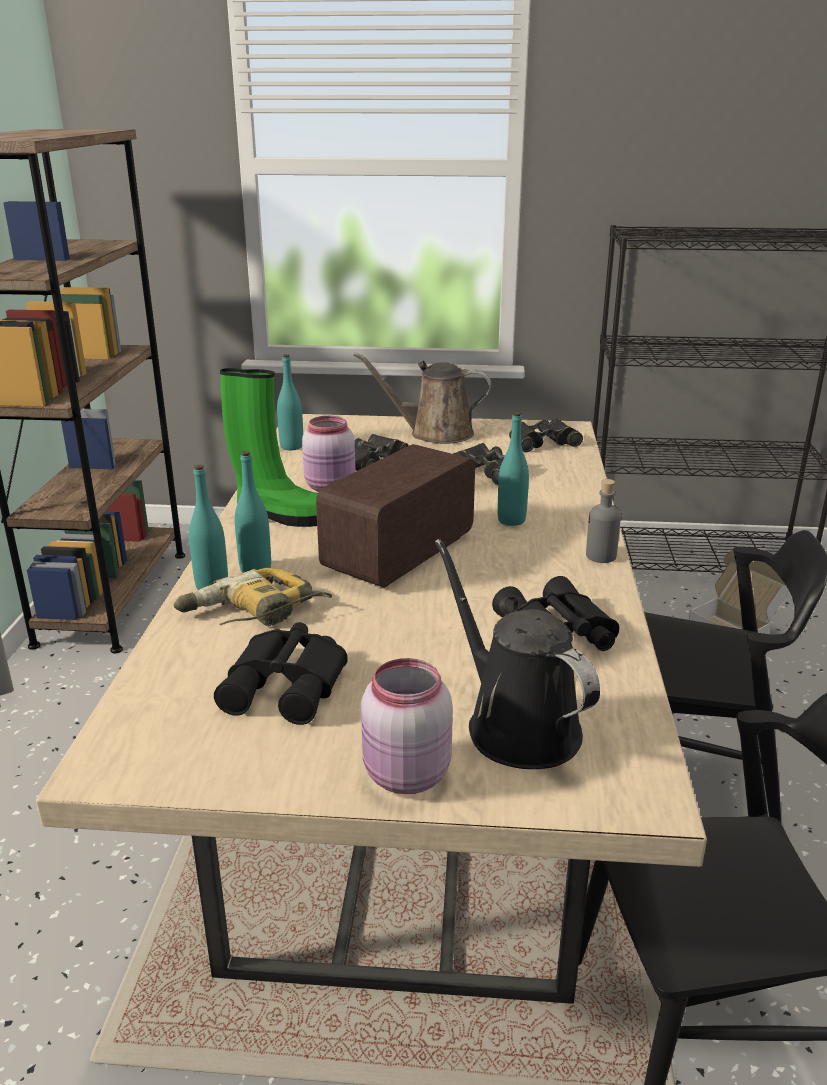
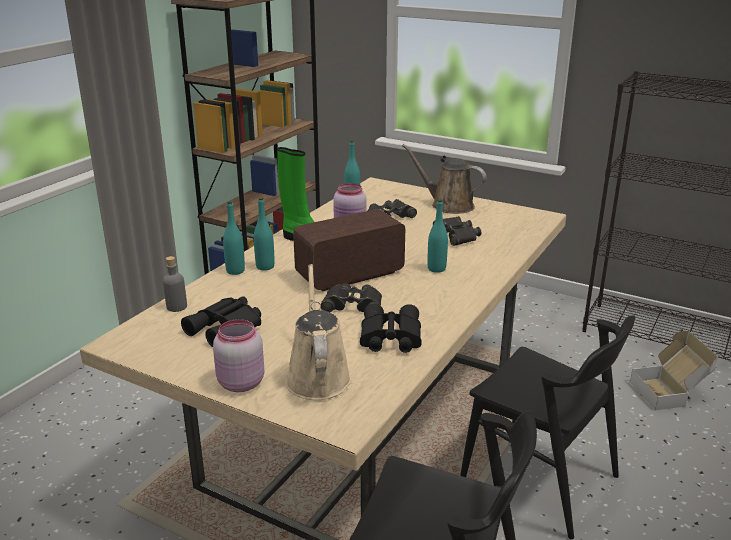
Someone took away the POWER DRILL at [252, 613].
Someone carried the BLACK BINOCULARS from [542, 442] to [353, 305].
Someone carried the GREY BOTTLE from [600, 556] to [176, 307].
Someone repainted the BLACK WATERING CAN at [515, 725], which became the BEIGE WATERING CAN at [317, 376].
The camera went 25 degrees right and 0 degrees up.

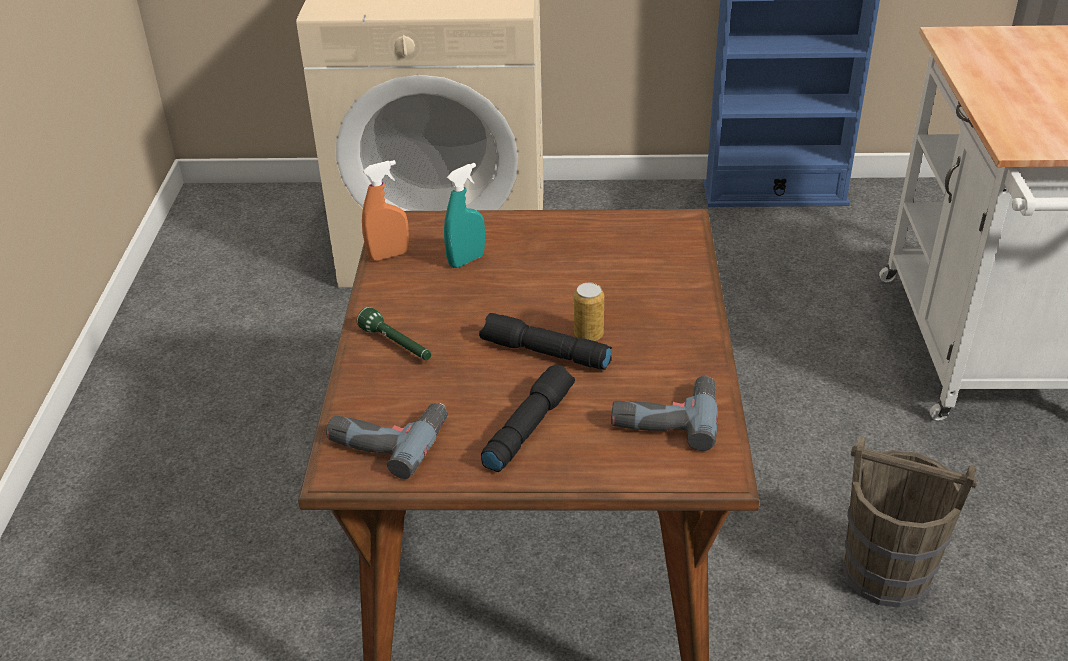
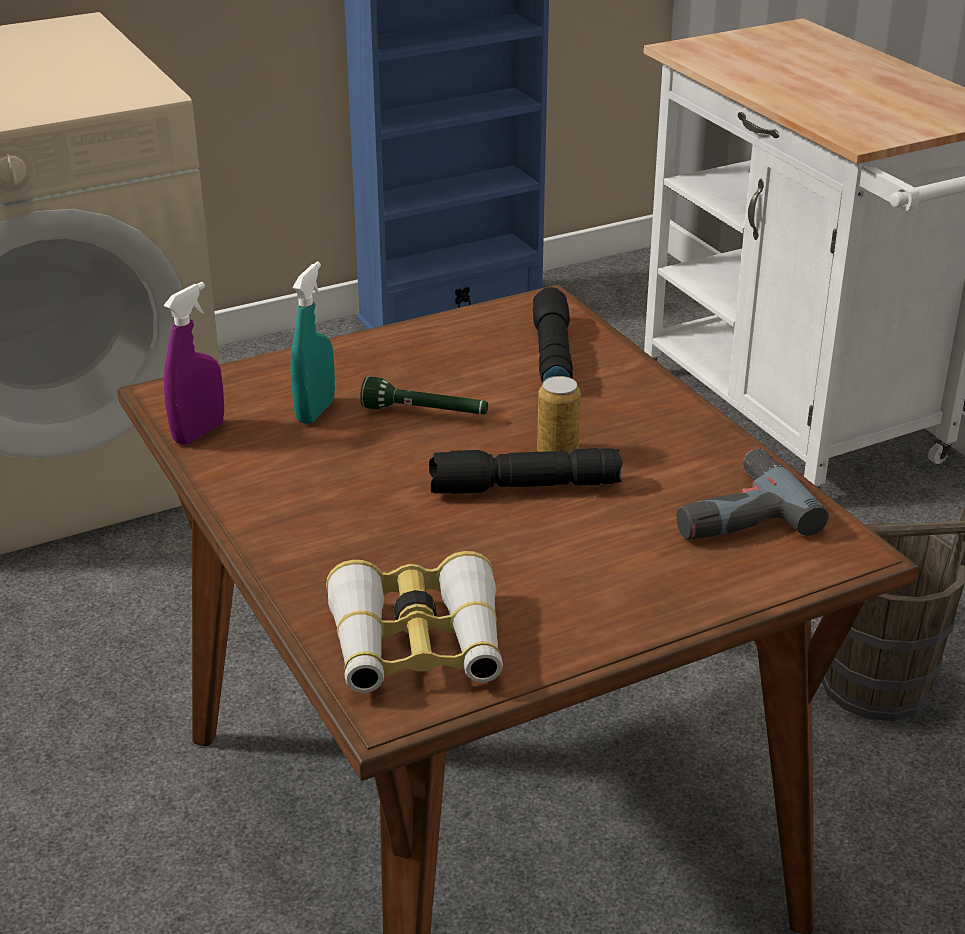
Someone carried the GREEN FLASHLIGHT from [397, 345] to [425, 413].
Someone carried the BLACK FLASHLIGHT from [527, 427] to [551, 353].
Someone swapped the POWER DRILL at [388, 438] for the BINOCULARS at [417, 646].
Someone repainted the ORANGE SPRAY BOTTLE at [388, 255], which became the PURPLE SPRAY BOTTLE at [199, 433].
The camera went 30 degrees left and 5 degrees down.

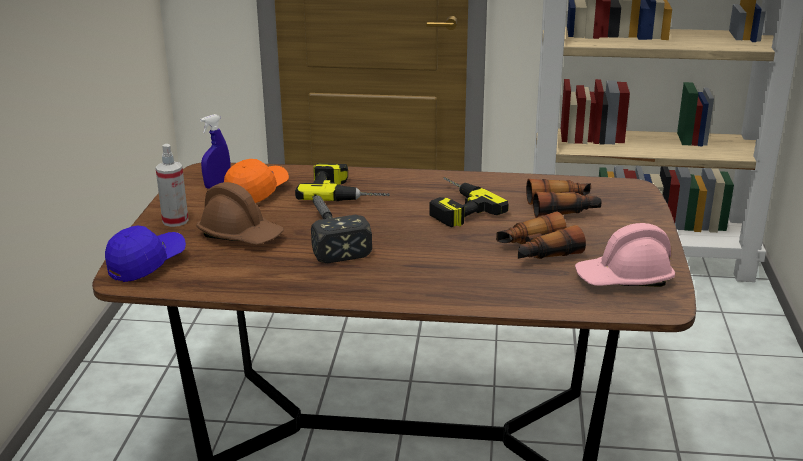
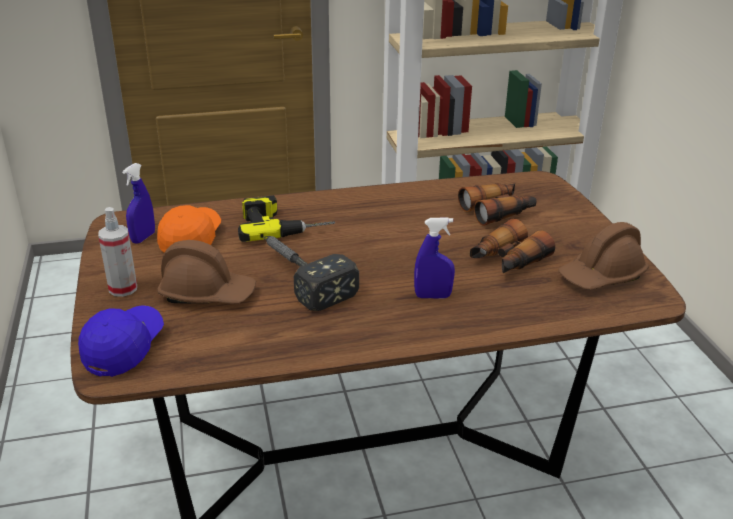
Someone took away the POWER DRILL at [454, 206].
Someone put down the BLUE SPRAY BOTTLE at [432, 296].
Someone repainted the PINK HARD HAT at [624, 279], which became the BROWN HARD HAT at [602, 276].
The camera went 20 degrees left and 5 degrees up.

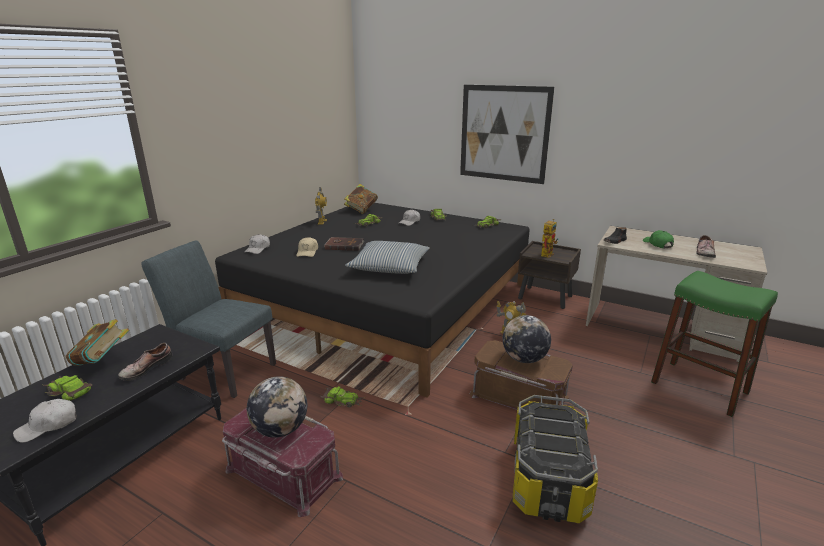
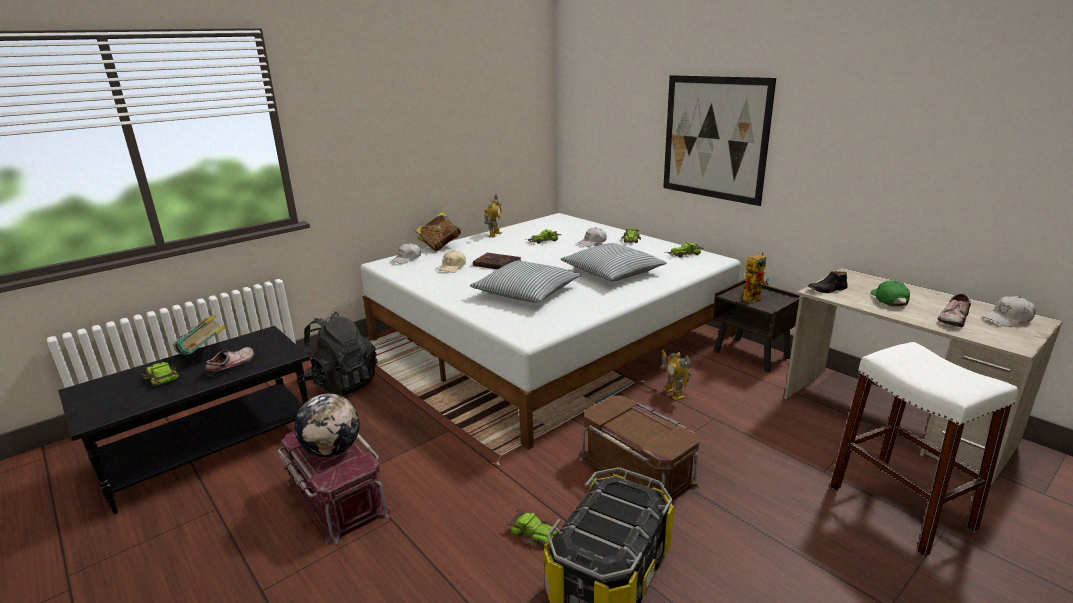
Someone took away the GLOBE at [524, 359].
Someone put down the PILLOW at [612, 272].
Someone carried the WHITE CAP from [48, 426] to [1008, 319].
Someone carried the TOY CAR from [343, 400] to [536, 534].
Someone carried the BOOK from [361, 210] to [440, 246].
Someone swapped the GREY CHAIR at [223, 370] for the BLACK BACKPACK at [342, 383].
Someone repainted the BLACK BED at [387, 304], which became the WHITE BED at [549, 337].
Someone repainted the GREEN STOOL at [699, 387], which became the WHITE STOOL at [900, 507].
Someone rotated the SHOE at [145, 368] by 150 degrees clockwise.
The camera went 20 degrees right and 0 degrees up.

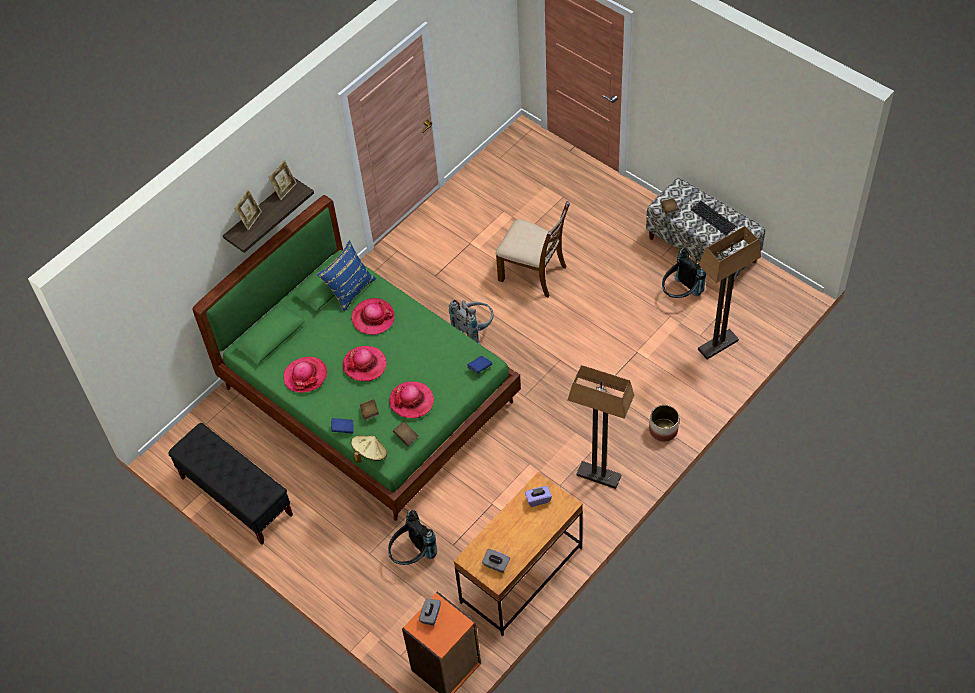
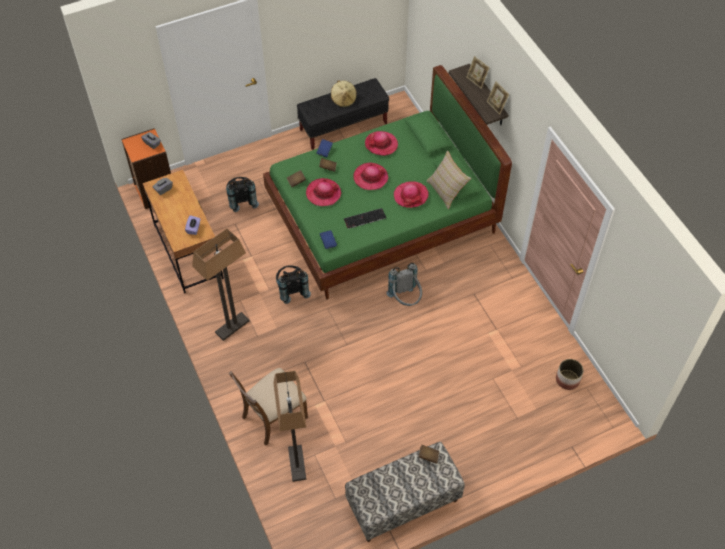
Someone carried the BEIGE HAT from [370, 454] to [343, 99].
Someone carried the BROWN CHAIR from [533, 273] to [273, 417].
Someone carried the PLANTER from [663, 430] to [567, 380].
Someone carried the BLACK BACKPACK from [680, 294] to [292, 290].
Someone carried the KEYBOARD from [714, 218] to [364, 219].
Someone repainted the BLUE PILLOW at [349, 289], which became the BEIGE PILLOW at [446, 191].
The camera went 110 degrees right and 0 degrees up.

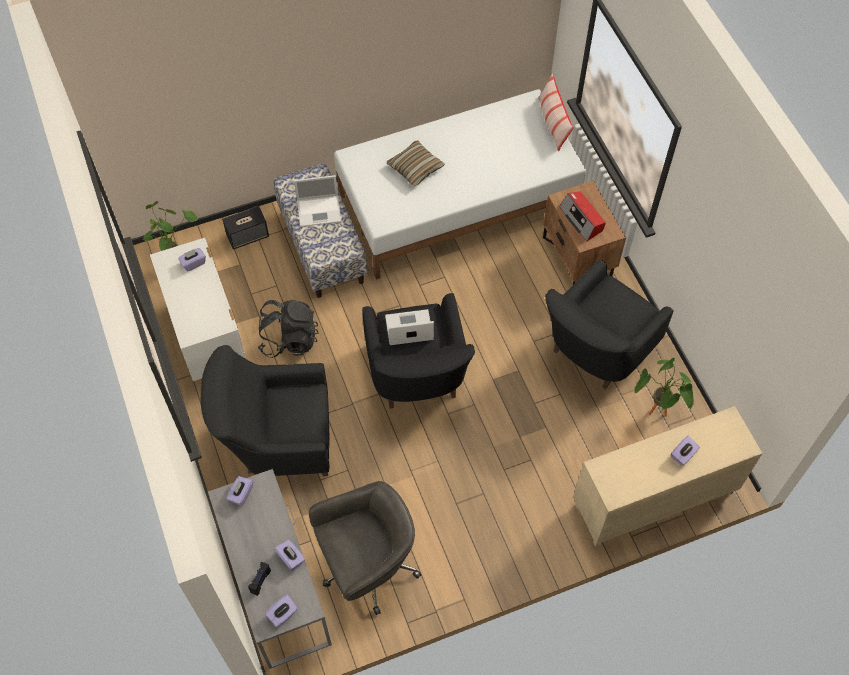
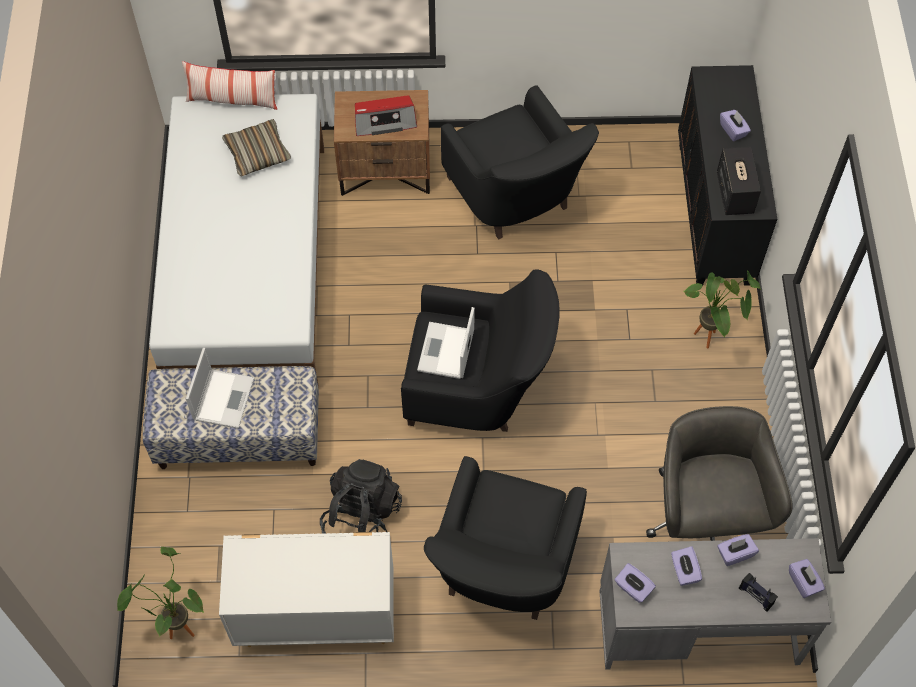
Someone carried the PURPLE TISSUE BOX from [193, 263] to [684, 571].
Someone carried the SPEAKER from [248, 236] to [734, 193].
Someone carried the PILLOW from [415, 168] to [257, 153].
Someone carried the POTTED PLANT from [656, 415] to [710, 341].
Someone repainted the BEIGE CABINET at [653, 501], which became the BLACK CABINET at [714, 214].
The camera went 70 degrees left and 0 degrees up.

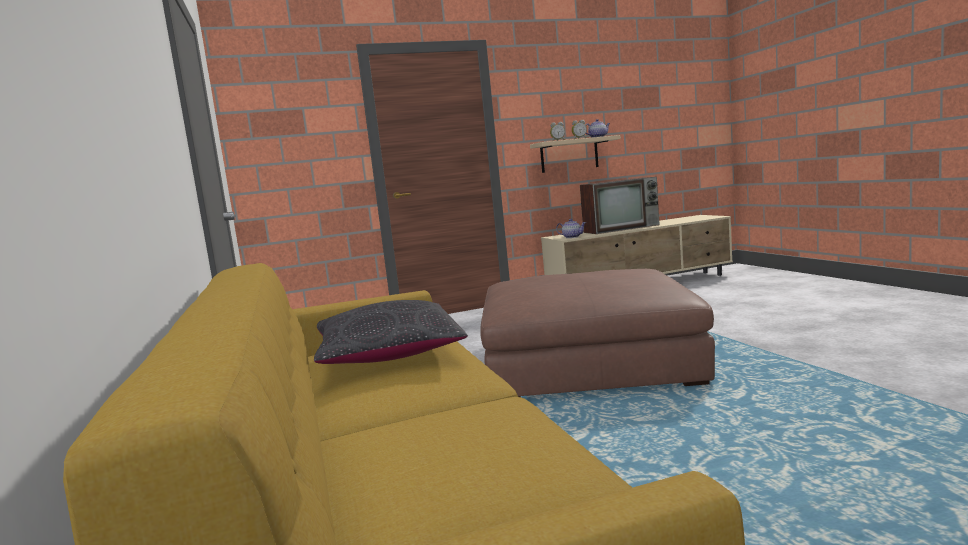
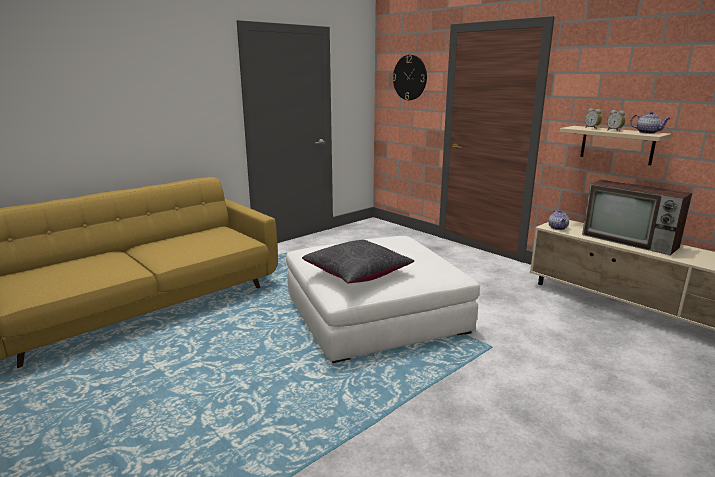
Someone put up the WALL CLOCK at [410, 77].
Someone carried the BLACK PILLOW from [389, 354] to [357, 273].
Someone repainted the BROWN OTTOMAN at [587, 361], which became the WHITE OTTOMAN at [375, 313].
The camera went 65 degrees right and 10 degrees up.

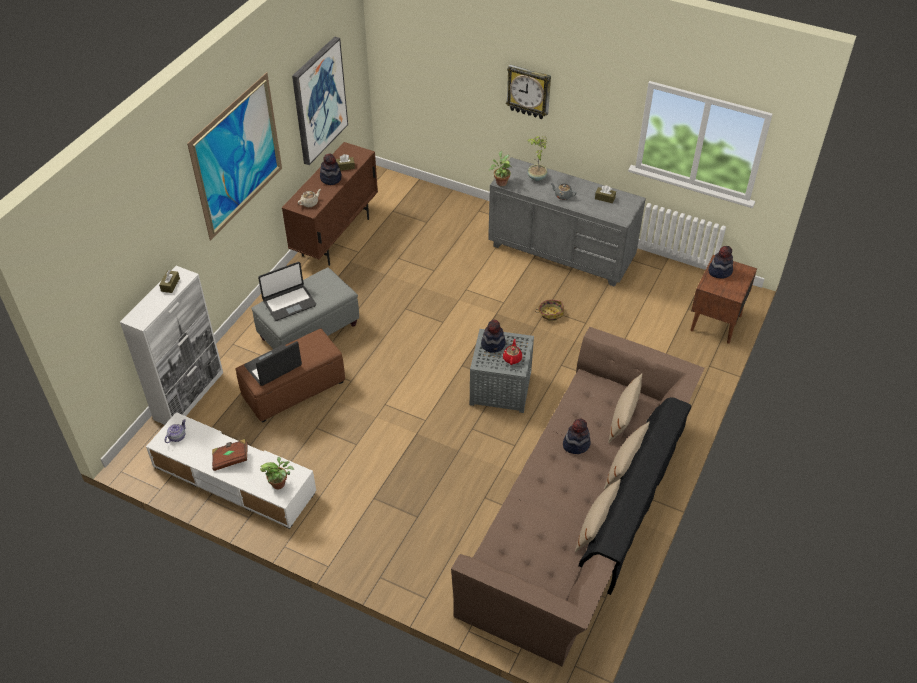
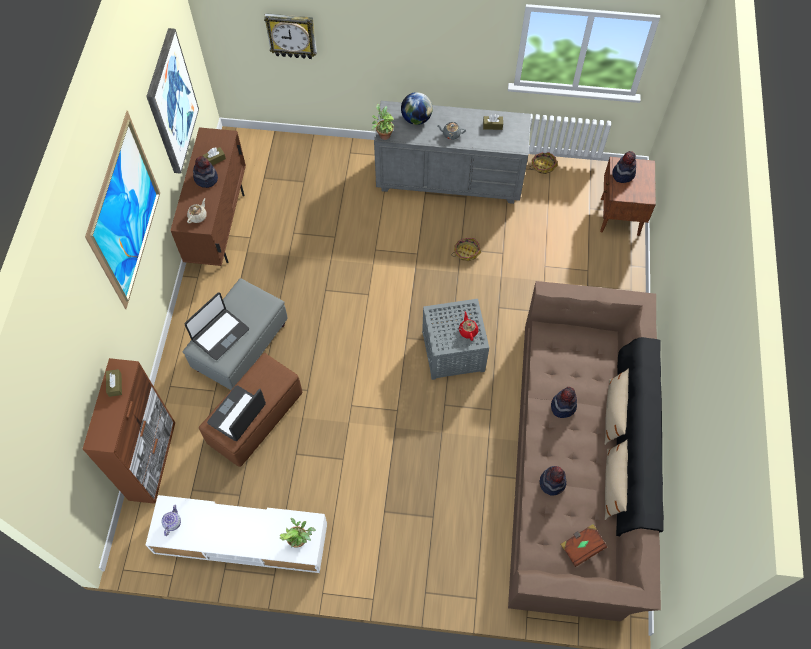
Someone took away the BEIGE PILLOW at [623, 418].
Someone put down the BASKET at [543, 166].
Someone carried the BROWN BOOK from [231, 459] to [582, 546].
Someone carried the HAT from [493, 344] to [552, 482].
Someone carried the WALL CLOCK from [529, 91] to [291, 35].
Someone swapped the POTTED PLANT at [536, 177] for the GLOBE at [416, 119].
Someone repainted the WHITE CABINET at [189, 395], which became the BROWN CABINET at [152, 460].
The camera went 20 degrees left and 15 degrees up.

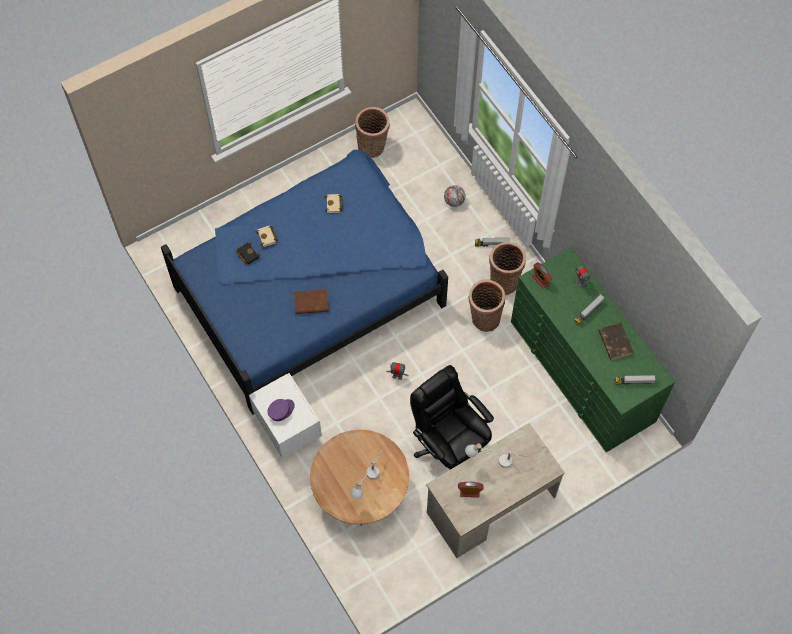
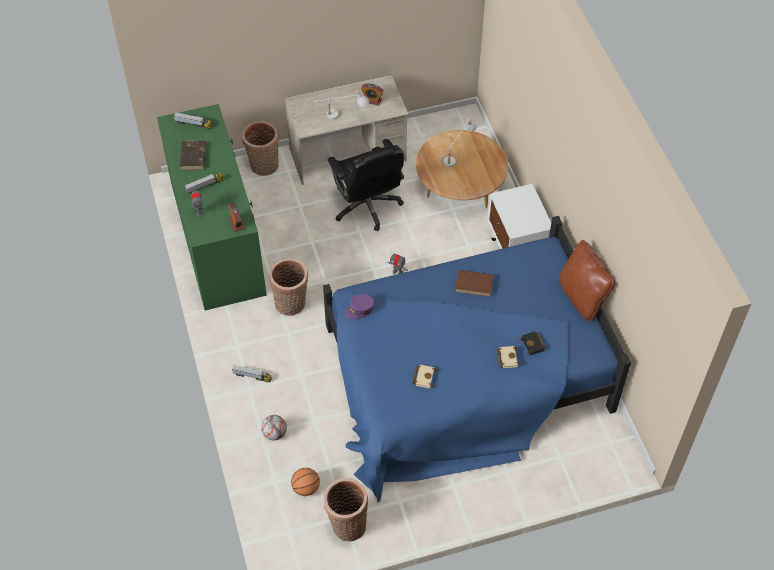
Someone put down the BASKETBALL at [306, 488].
Someone put down the BROWN PILLOW at [582, 297].
Someone carried the PURPLE CAP from [281, 411] to [359, 310].
Someone carried the BASKET from [504, 280] to [264, 167].
The camera went 165 degrees left and 10 degrees down.

